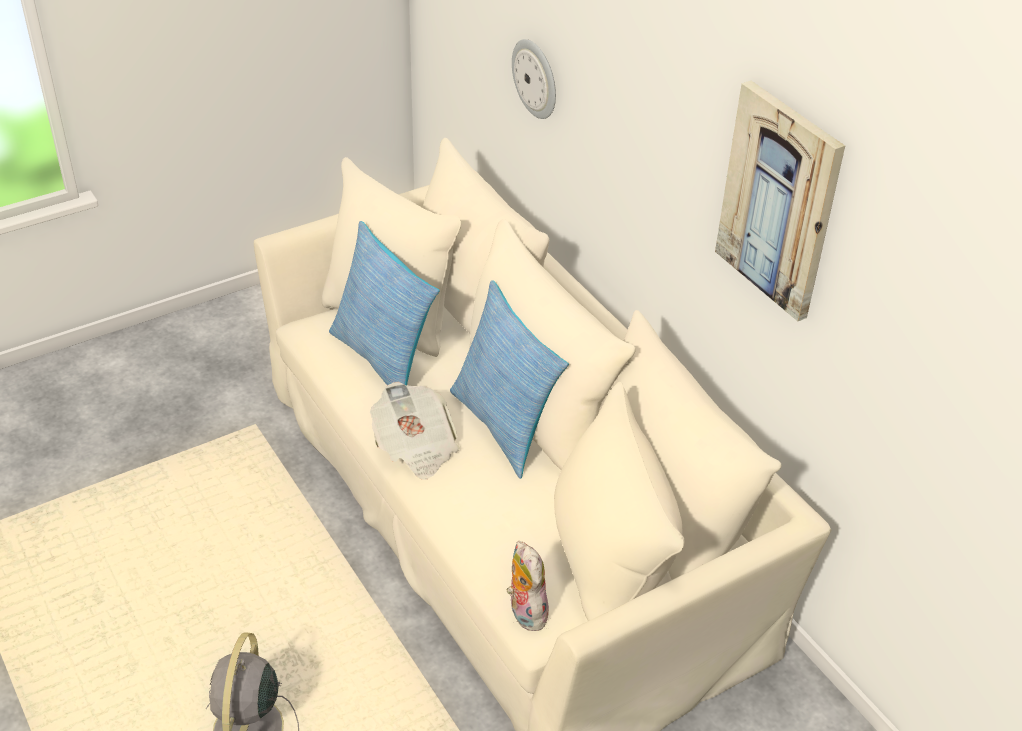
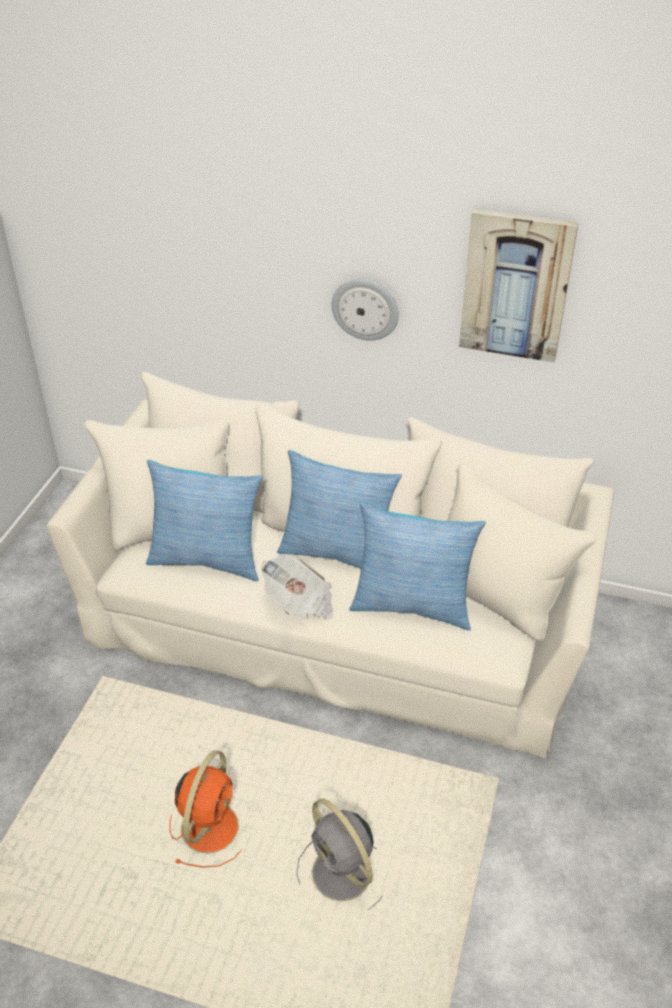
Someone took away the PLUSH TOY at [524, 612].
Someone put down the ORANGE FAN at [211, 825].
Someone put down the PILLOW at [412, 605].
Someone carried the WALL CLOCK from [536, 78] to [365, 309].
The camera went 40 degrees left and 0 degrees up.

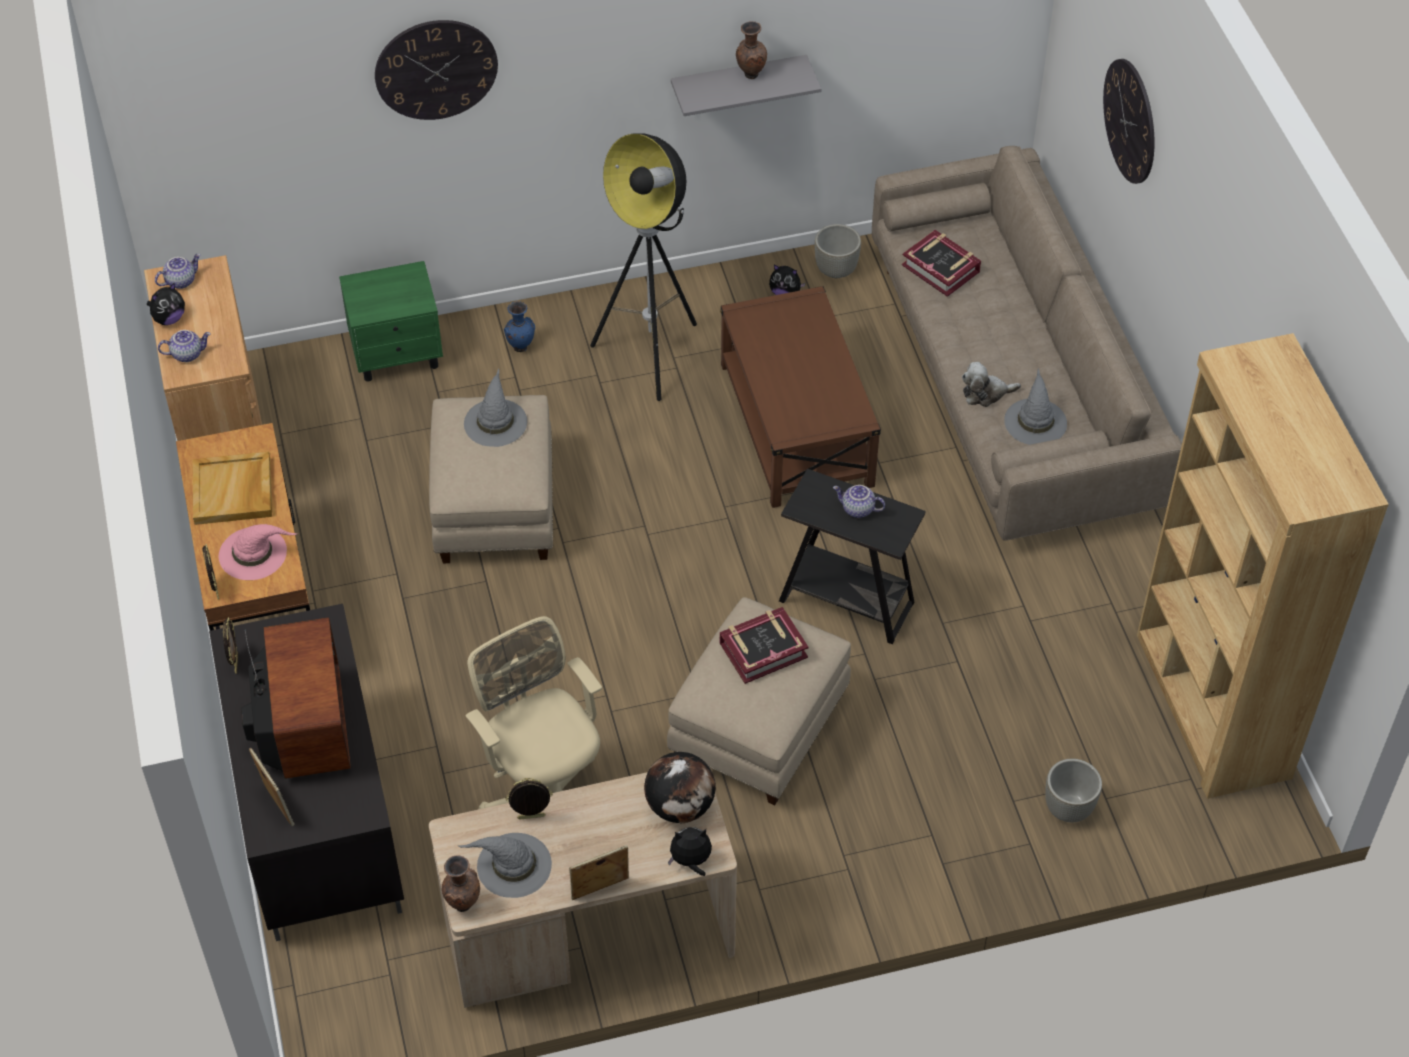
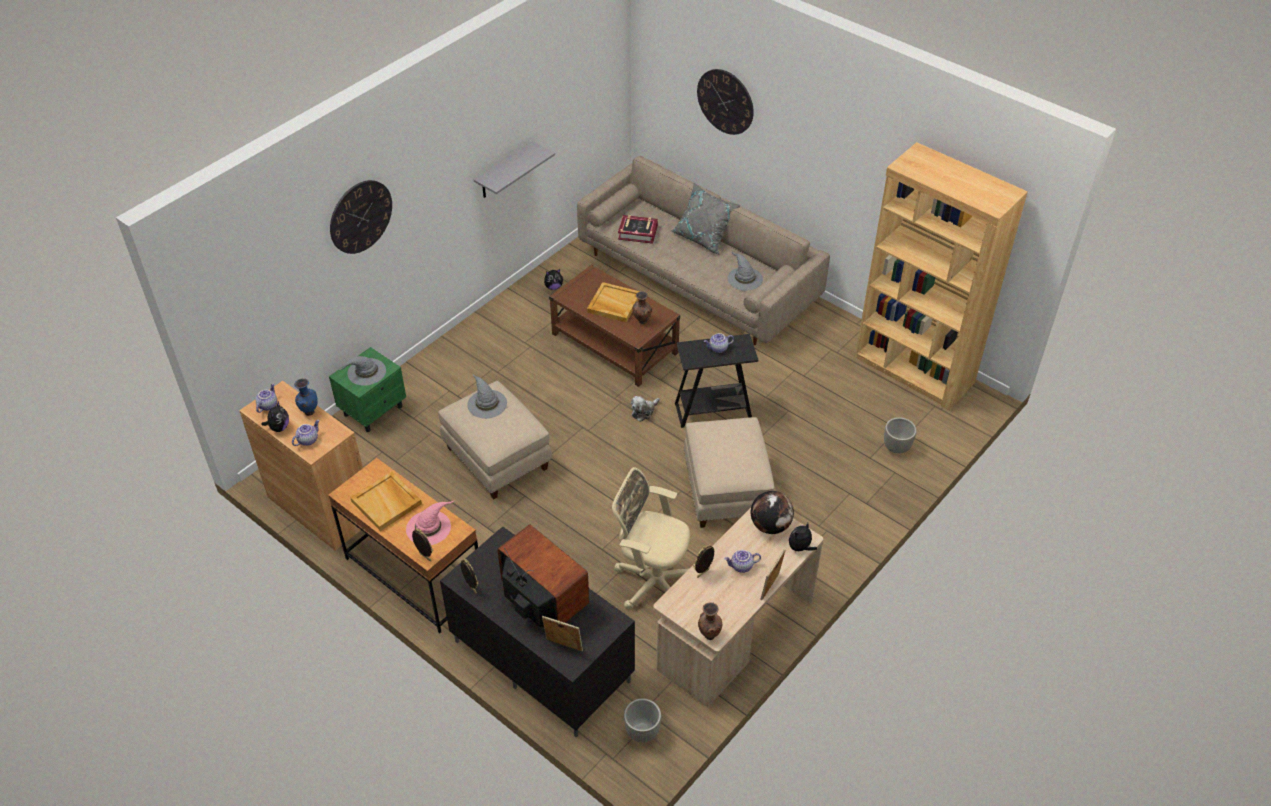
Someone took away the FLOOR LAMP at [651, 355].
Someone took away the BOOK at [763, 649].
Someone put down the BEIGE TRAY at [613, 304].
Someone put down the GREY PILLOW at [704, 237].
Someone put down the TEAPOT at [741, 566].
Someone carried the GREY HAT from [512, 865] to [366, 372].
Someone carried the BLUE VASE from [520, 346] to [309, 411].
Someone carried the BROWN VASE from [750, 74] to [641, 321].
Someone carried the GREY PLANTER from [836, 270] to [642, 731].
Someone carried the PLUSH TOY from [985, 393] to [644, 411].
The camera went 35 degrees left and 5 degrees down.

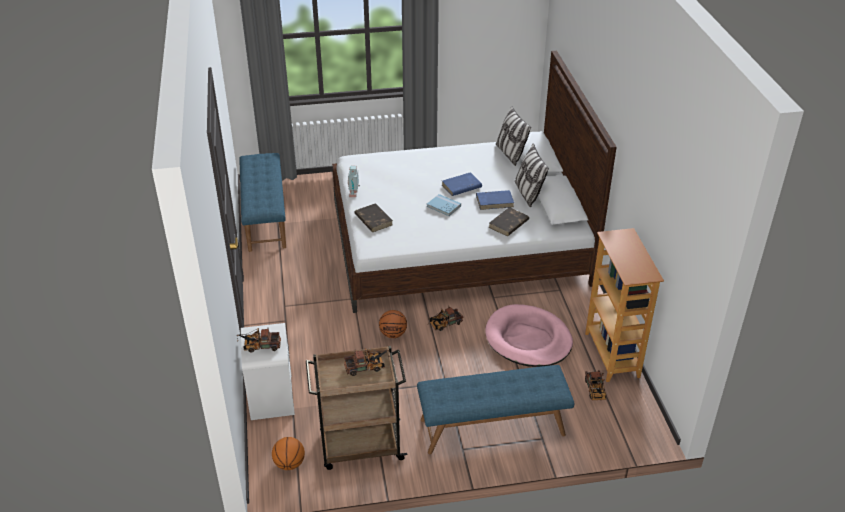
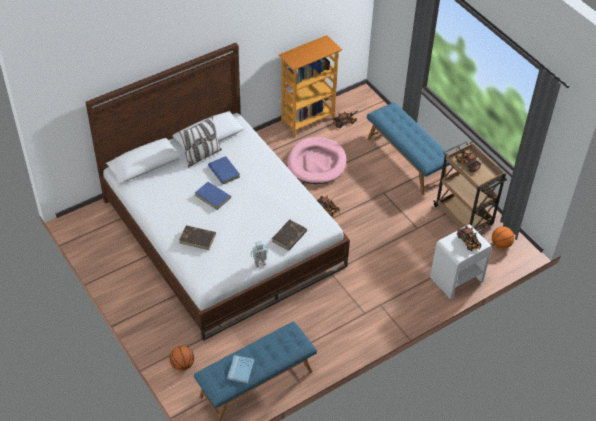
Someone took away the PILLOW at [510, 154].
Someone carried the BASKETBALL from [393, 334] to [182, 365].
Someone carried the BLUE BOOK from [443, 206] to [240, 370].
Someone carried the BROWN BOOK from [508, 224] to [198, 238].
The camera went 115 degrees left and 10 degrees up.

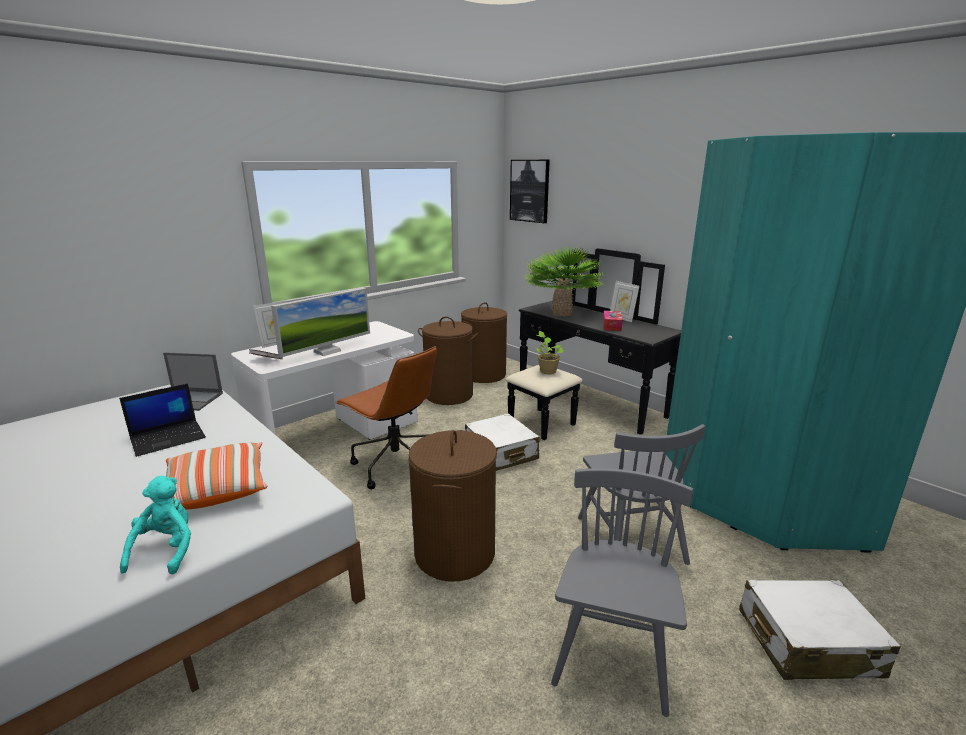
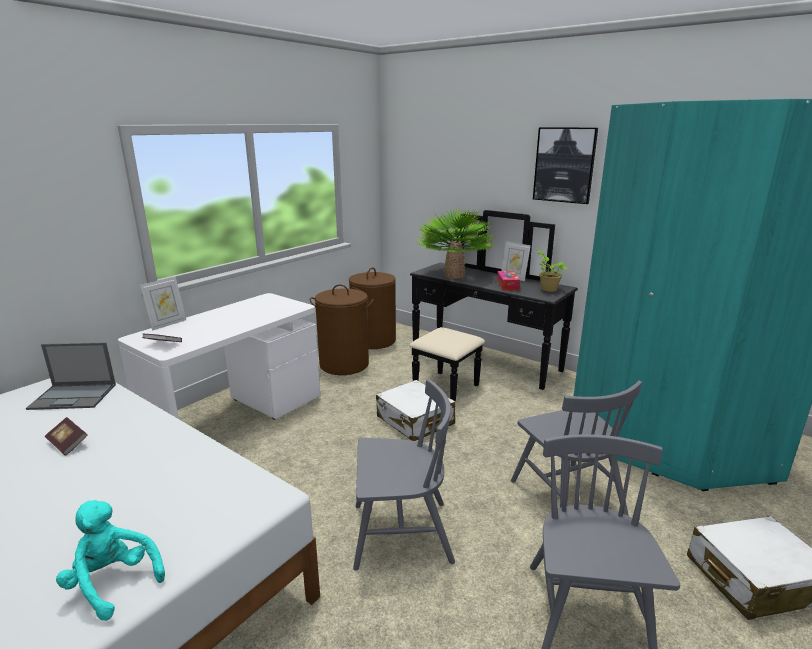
Someone took away the PILLOW at [216, 489].
Someone took away the MONITOR at [327, 351].
Someone took away the BROWN OFFICE CHAIR at [395, 465].
Someone carried the PICTURE from [530, 191] to [564, 165].
Someone carried the POTTED PLANT from [547, 371] to [547, 289].
Someone swapped the LAPTOP at [169, 438] for the BOOK at [68, 443].
Someone swapped the BROWN LAUNDRY BASKET at [455, 553] for the GREY CHAIR at [401, 534].
Someone rotated the TURQUOISE PLUSH TOY at [166, 550] by 45 degrees counterclockwise.
The camera went 10 degrees left and 0 degrees up.

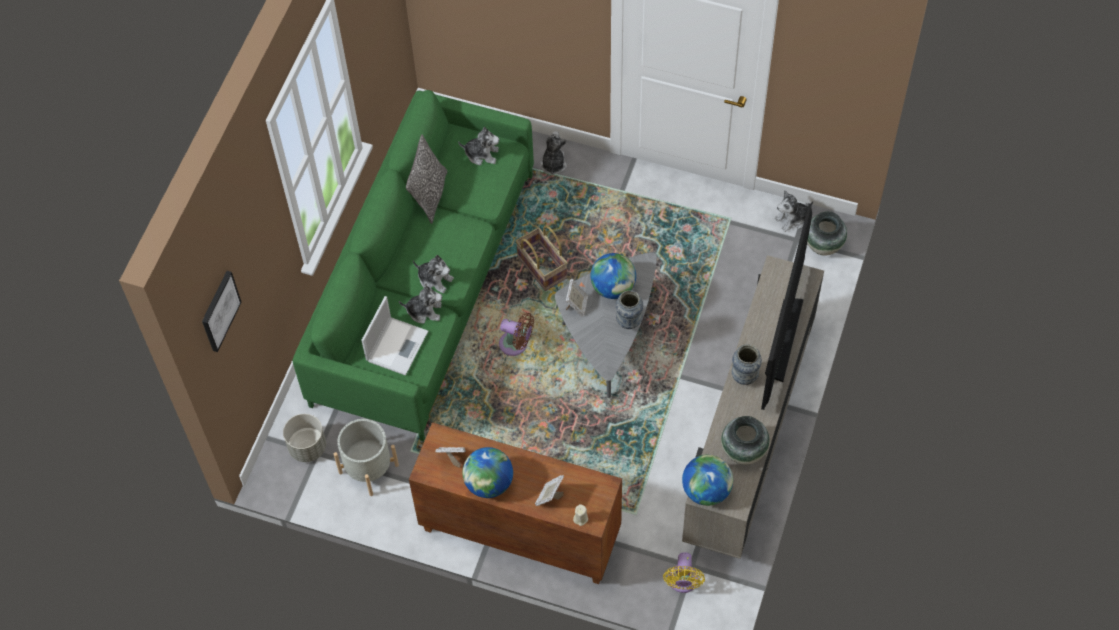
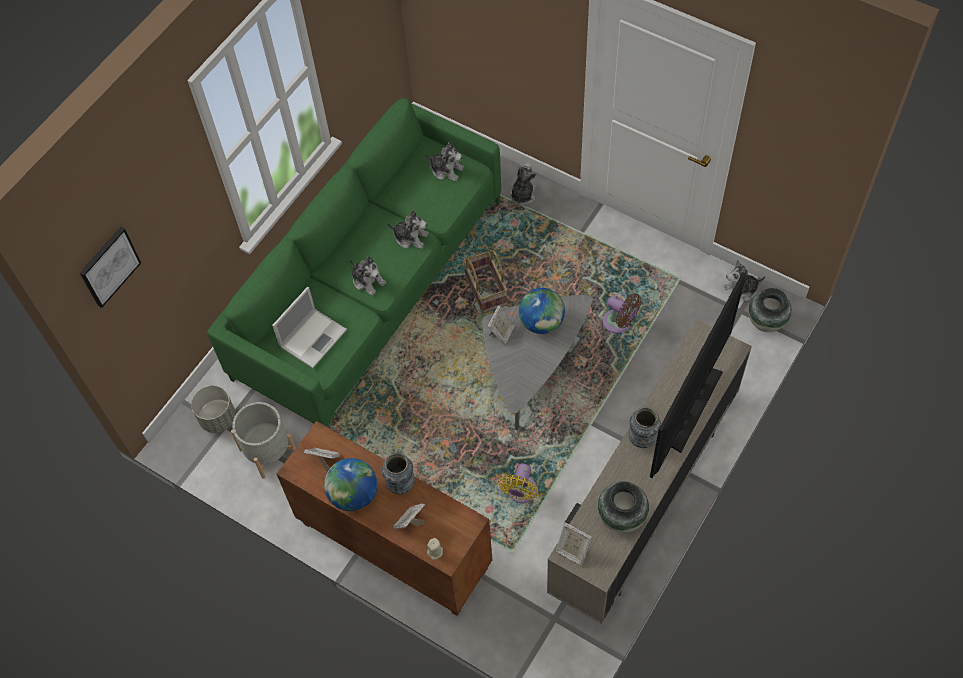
Someone took away the PILLOW at [430, 195].
Someone carried the PLUSH TOY from [424, 311] to [410, 237].
Someone carried the BROWN FAN from [516, 345] to [619, 323].
Someone carried the VASE from [629, 322] to [401, 484].
Someone carried the YELLOW FAN from [683, 582] to [521, 493].
Someone swapped the GLOBE at [706, 490] for the PICTURE FRAME at [572, 550].
The camera went 15 degrees right and 0 degrees up.

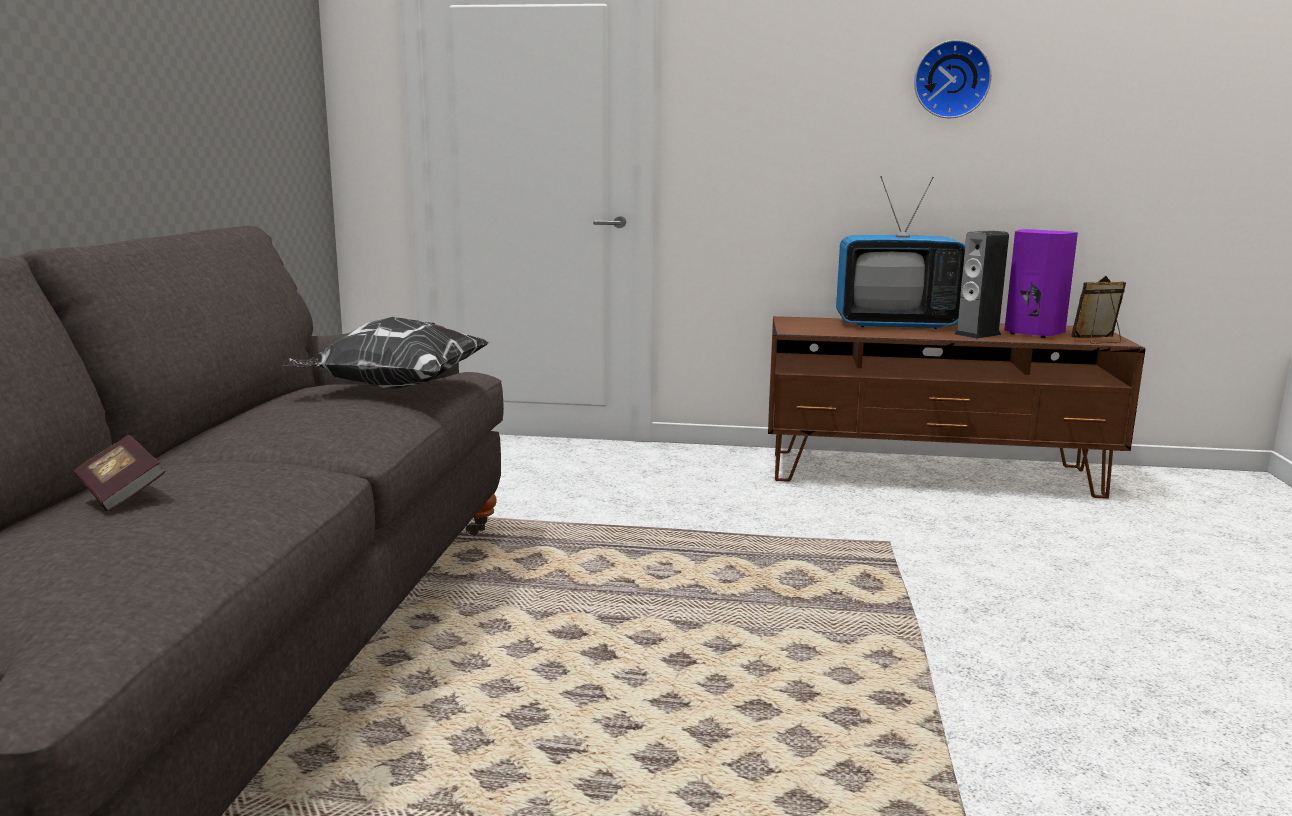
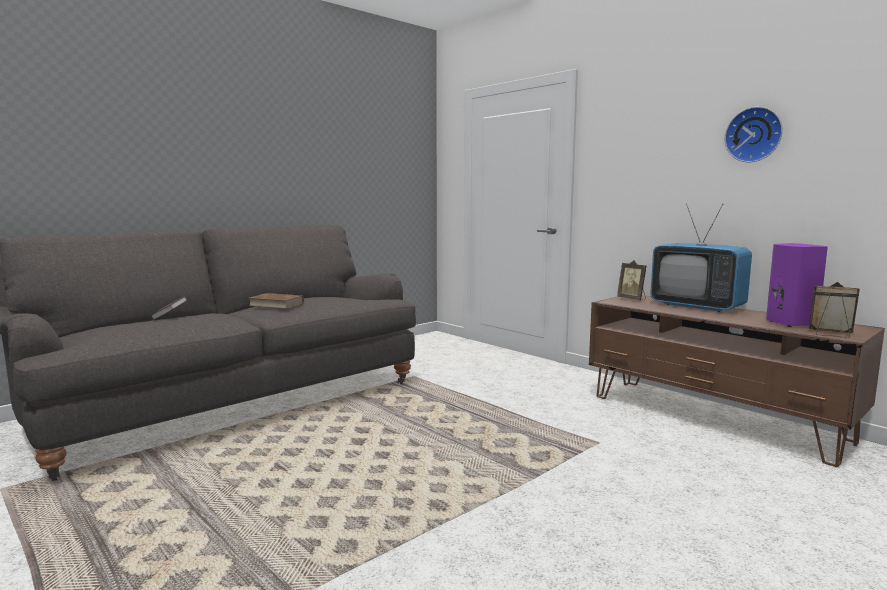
Someone took away the PILLOW at [393, 388].
Someone took away the SPEAKER at [977, 334].
Someone put down the BROWN BOOK at [276, 304].
Someone put down the PICTURE FRAME at [632, 299].
The camera went 40 degrees right and 5 degrees down.

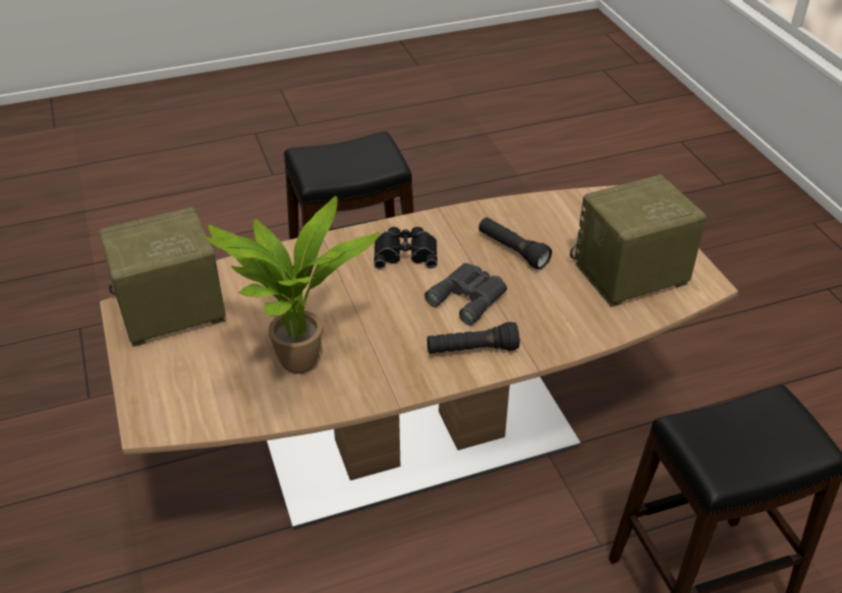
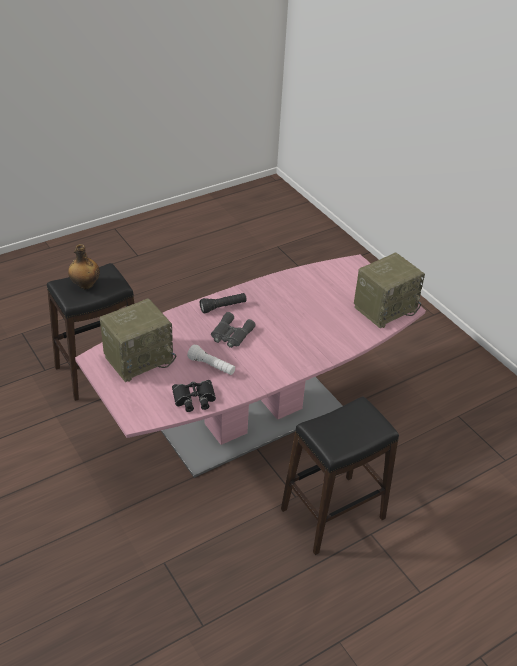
Someone took away the POTTED PLANT at [301, 368].
Someone put down the BOTTLE at [85, 285].
Someone carried the BLACK BINOCULARS from [406, 252] to [194, 399].
Someone repainted the BROWN DINING TABLE at [420, 441], which became the PINK DINING TABLE at [253, 418].
Someone repainted the BLACK FLASHLIGHT at [512, 251], which became the WHITE FLASHLIGHT at [211, 366].
The camera went 165 degrees right and 0 degrees up.

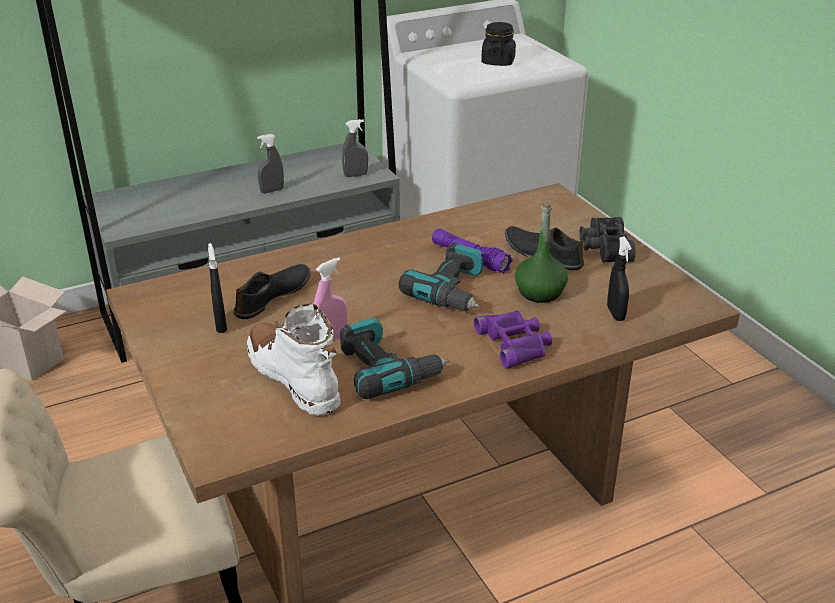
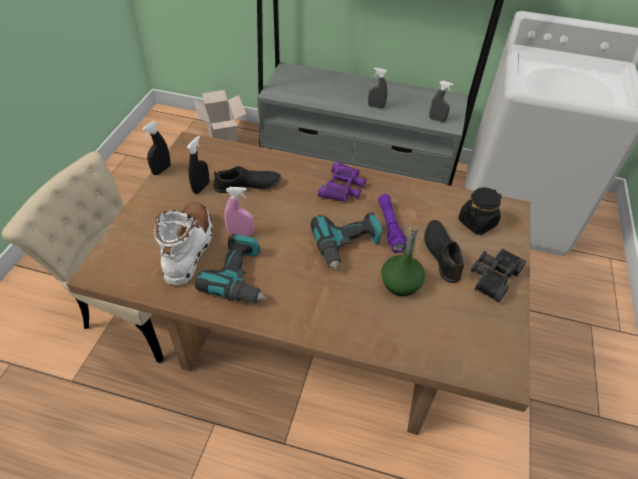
Someone carried the PURPLE BINOCULARS from [514, 344] to [343, 187].
Someone carried the BLACK JAR from [498, 62] to [477, 222].
Someone carried the BLACK SPRAY BOTTLE from [615, 313] to [161, 170].
The camera went 40 degrees right and 15 degrees up.

